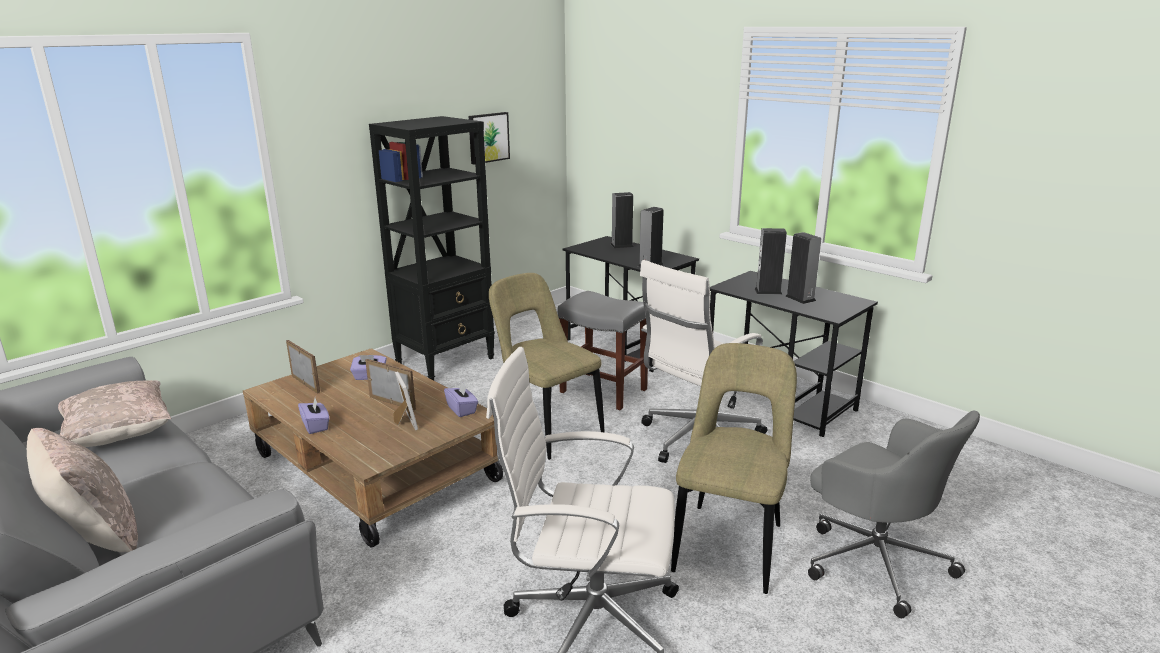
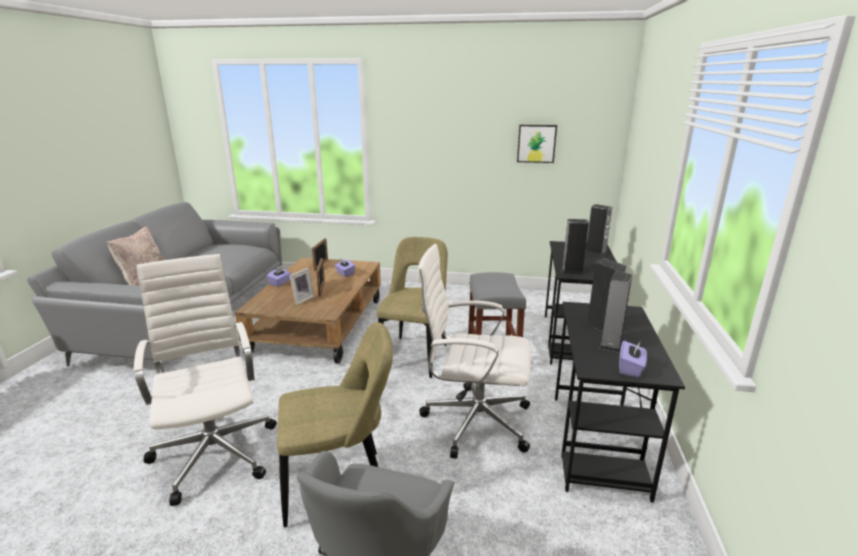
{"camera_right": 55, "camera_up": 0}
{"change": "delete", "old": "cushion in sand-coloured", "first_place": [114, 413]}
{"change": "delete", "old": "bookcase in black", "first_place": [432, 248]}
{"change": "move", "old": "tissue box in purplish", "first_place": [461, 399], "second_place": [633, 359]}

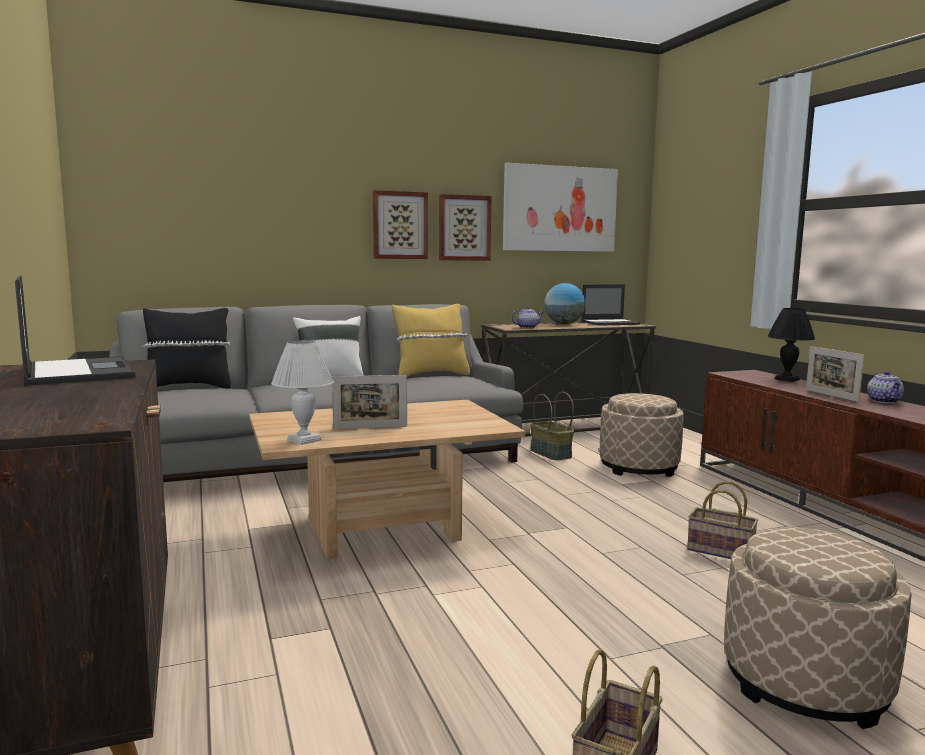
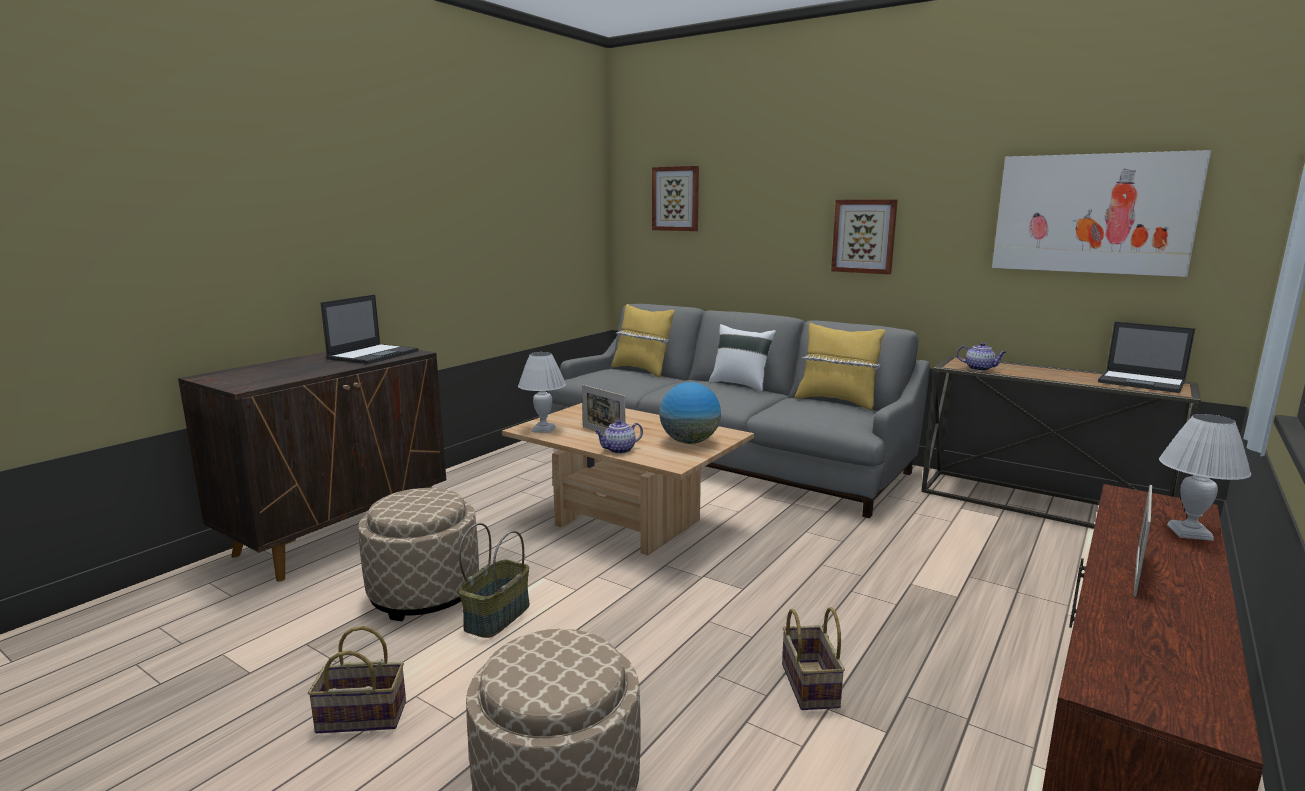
{"camera_right": 55, "camera_up": 5}
{"change": "move", "old": "picture", "first_place": [465, 227], "second_place": [675, 198]}
{"change": "move", "old": "household basket", "first_place": [552, 426], "second_place": [494, 580]}
{"change": "move", "old": "desk globe", "first_place": [564, 303], "second_place": [690, 413]}
{"change": "move", "old": "footrest in sand-coloured", "first_place": [642, 435], "second_place": [418, 554]}
{"change": "move", "old": "teapot", "first_place": [885, 387], "second_place": [619, 437]}
{"change": "recolor", "old": "cushion in black", "new": "cushion in yellow-coloured", "first_place": [186, 348], "second_place": [643, 340]}
{"change": "recolor", "old": "table lamp in black", "new": "table lamp in white-coloured", "first_place": [791, 345], "second_place": [1205, 477]}

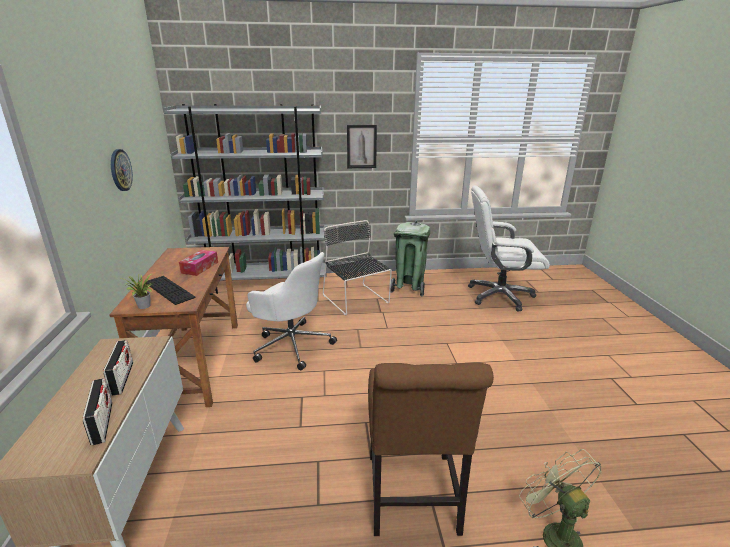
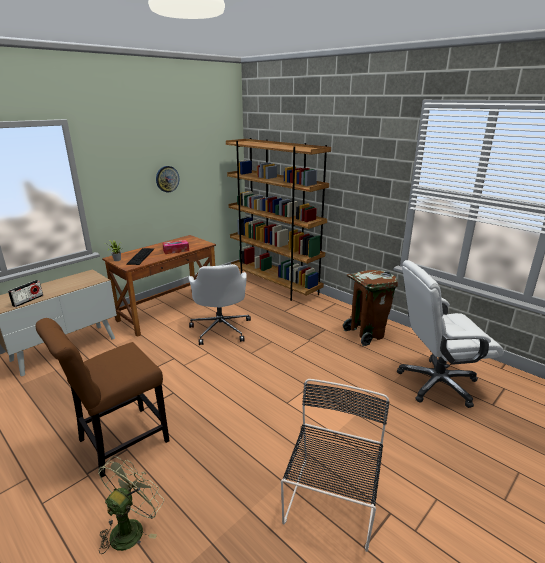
{"camera_right": 50, "camera_up": 0}
{"change": "delete", "old": "radio", "first_place": [118, 368]}
{"change": "delete", "old": "picture", "first_place": [362, 146]}
{"change": "move", "old": "upright chair in black", "first_place": [357, 267], "second_place": [335, 465]}
{"change": "recolor", "old": "bookcase in greyish", "new": "bookcase in brown-coloured", "first_place": [244, 199], "second_place": [278, 219]}
{"change": "recolor", "old": "trash can in green", "new": "trash can in brown-coloured", "first_place": [410, 258], "second_place": [370, 308]}
{"change": "rotate", "old": "computer chair in white-coloured", "first_place": [509, 248], "second_place": [450, 334], "degrees": -60}

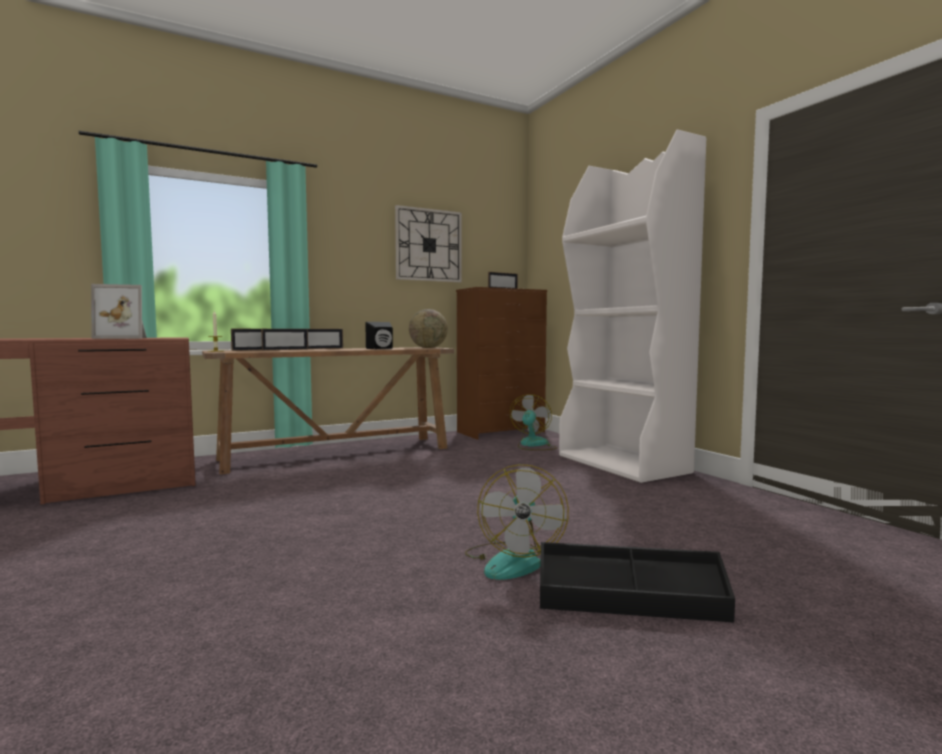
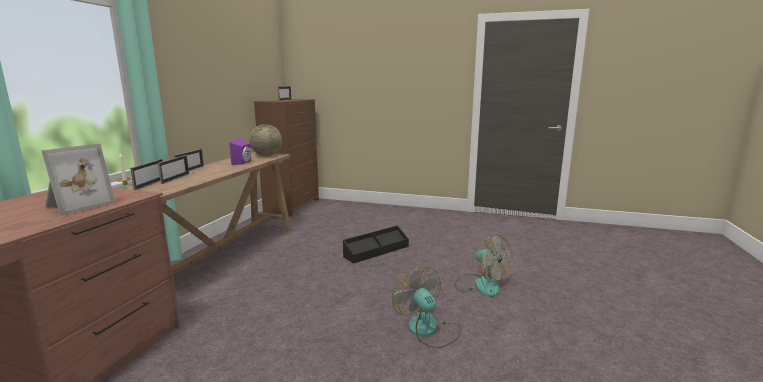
{"camera_right": -45, "camera_up": 10}
{"change": "delete", "old": "hanging clock", "first_place": [428, 243]}
{"change": "delete", "old": "bookcase in white-coloured", "first_place": [632, 306]}
{"change": "move", "old": "electric fan", "first_place": [534, 422], "second_place": [427, 307]}
{"change": "move", "old": "storage box in black", "first_place": [637, 582], "second_place": [376, 244]}
{"change": "recolor", "old": "speaker in black", "new": "speaker in purplish", "first_place": [379, 335], "second_place": [240, 152]}

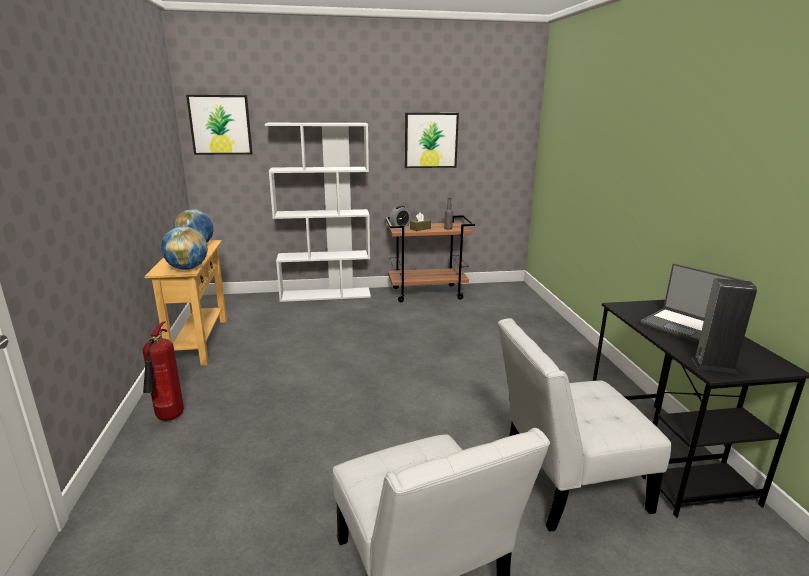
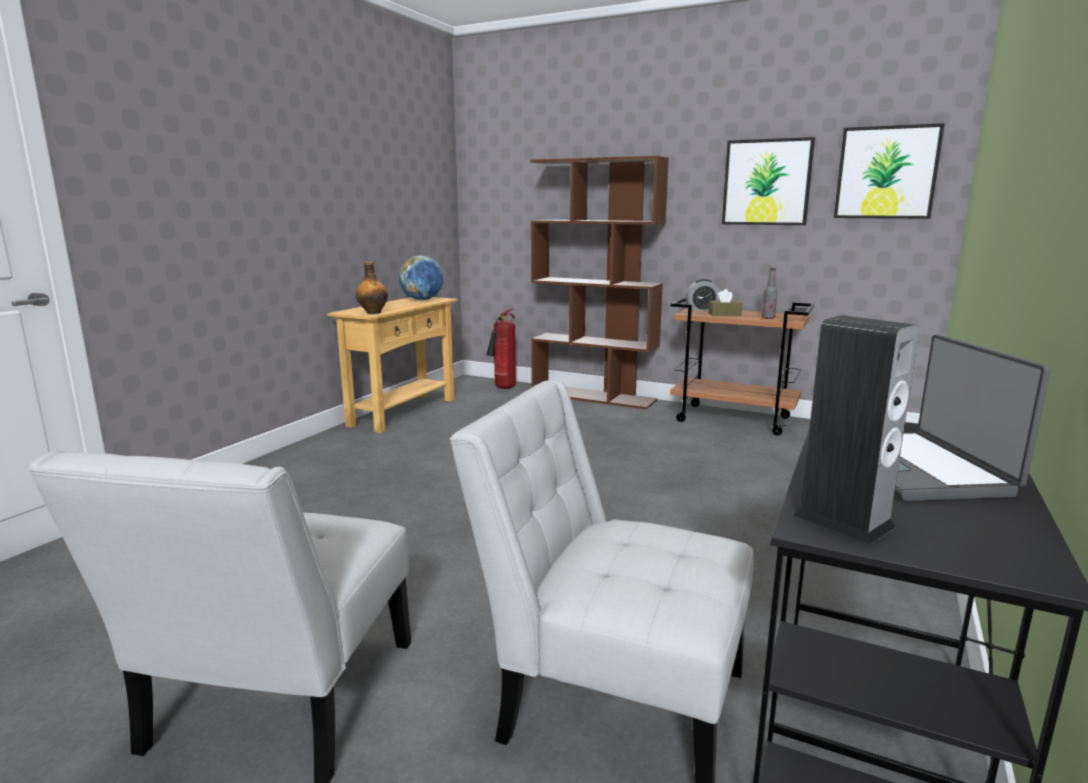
{"camera_right": 35, "camera_up": -5}
{"change": "move", "old": "extinguisher", "first_place": [163, 371], "second_place": [501, 349]}
{"change": "move", "old": "picture", "first_place": [219, 125], "second_place": [889, 171]}
{"change": "replace", "old": "desk globe", "new": "bottle", "first_place": [184, 248], "second_place": [372, 288]}
{"change": "recolor", "old": "bookcase in white-coloured", "new": "bookcase in brown-coloured", "first_place": [318, 212], "second_place": [599, 283]}

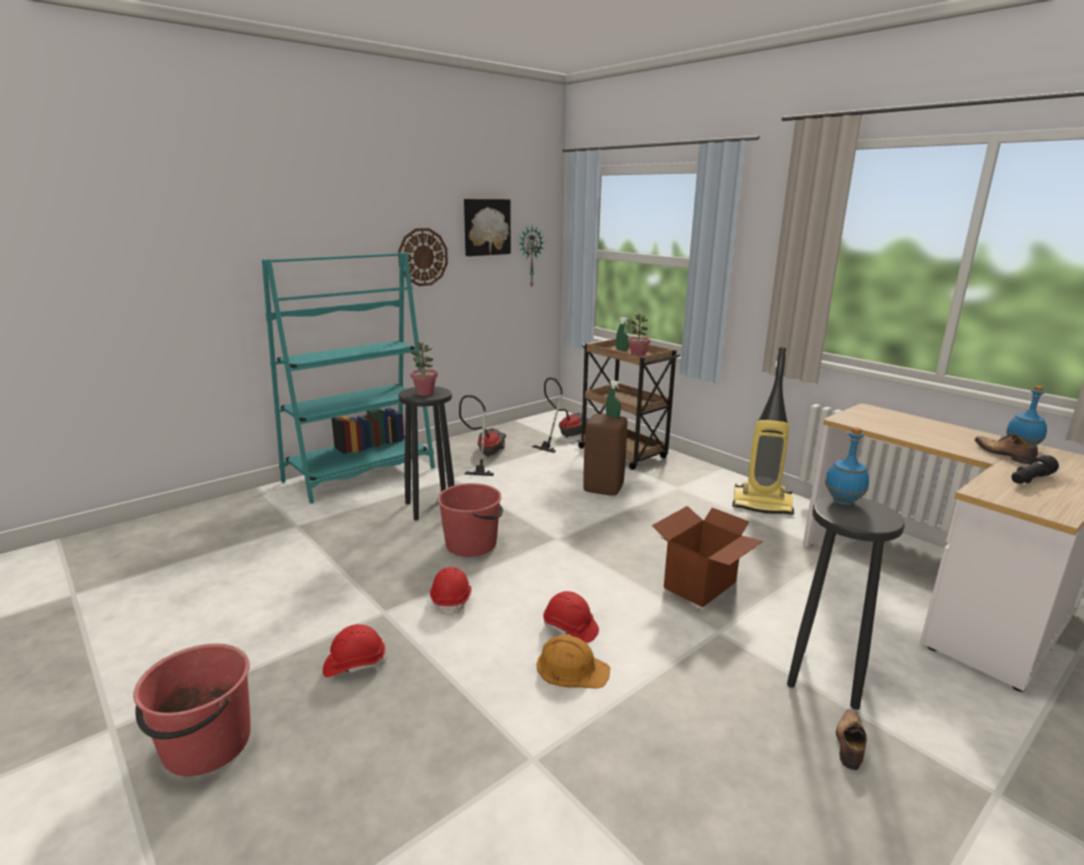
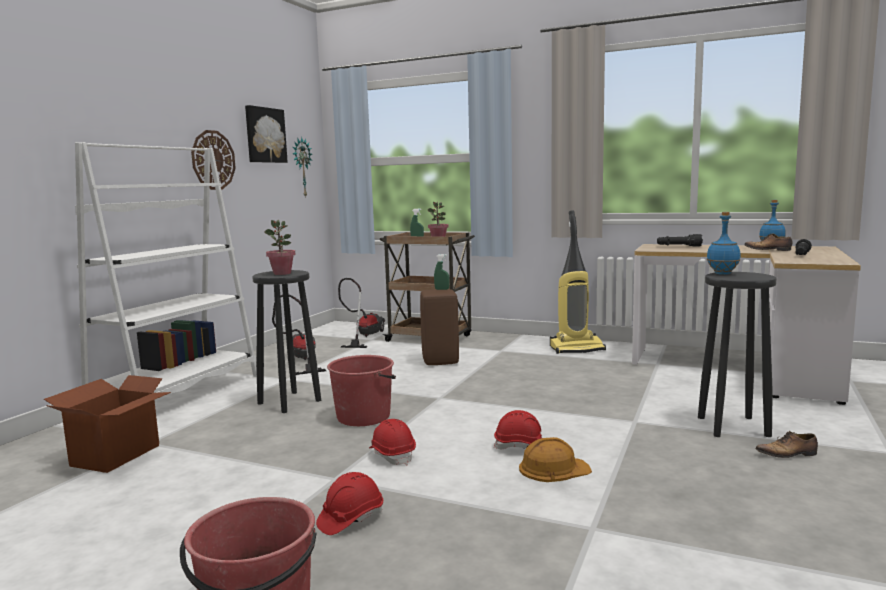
{"camera_right": -25, "camera_up": -10}
{"change": "insert", "new": "torch in black", "second_place": [680, 240]}
{"change": "move", "old": "carton", "first_place": [707, 556], "second_place": [107, 424]}
{"change": "recolor", "old": "bookcase in turquoise-coloured", "new": "bookcase in white-coloured", "first_place": [348, 378], "second_place": [166, 267]}
{"change": "rotate", "old": "item of footwear", "first_place": [851, 739], "second_place": [786, 444], "degrees": -90}

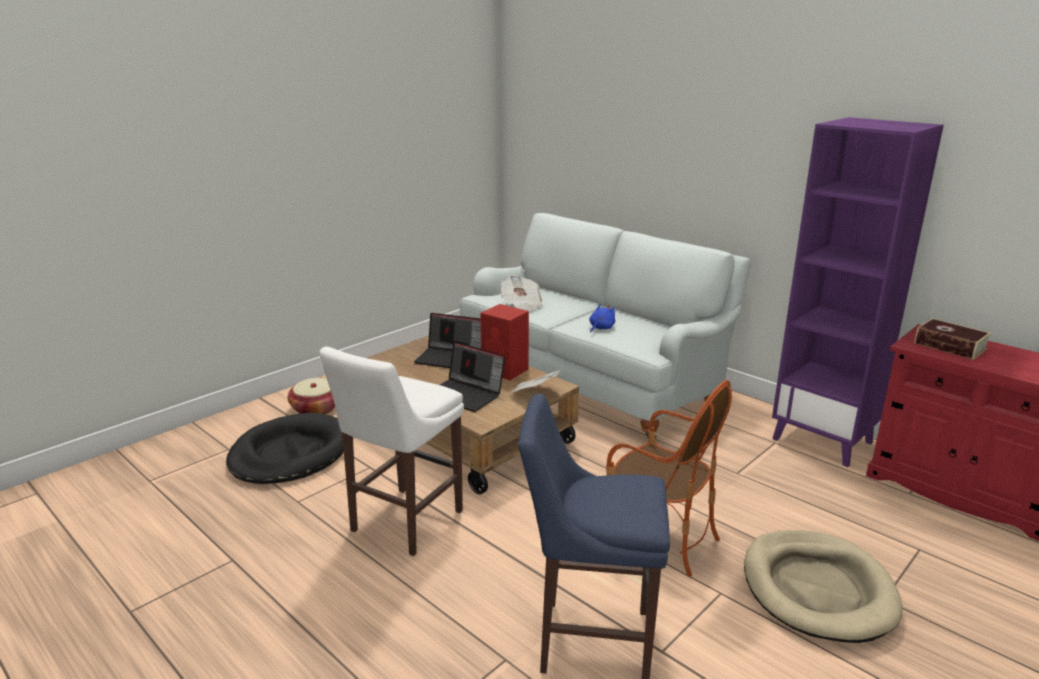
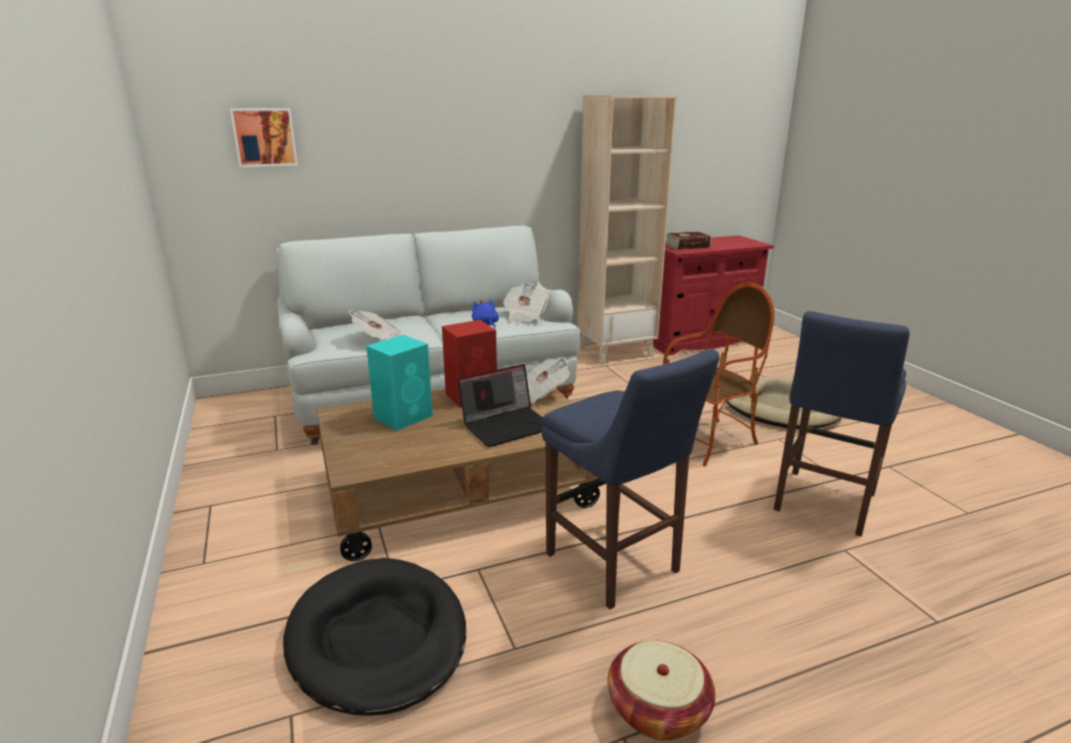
{"camera_right": -65, "camera_up": 0}
{"change": "insert", "new": "picture", "second_place": [264, 137]}
{"change": "insert", "new": "daily paper", "second_place": [526, 303]}
{"change": "move", "old": "household basket", "first_place": [311, 396], "second_place": [661, 690]}
{"change": "replace", "old": "notebook computer", "new": "speaker in turquoise-coloured", "first_place": [447, 340], "second_place": [399, 383]}
{"change": "recolor", "old": "sitting stool in white-coloured", "new": "sitting stool in blue-coloured", "first_place": [391, 451], "second_place": [630, 479]}
{"change": "recolor", "old": "bookcase in purplish", "new": "bookcase in sand-coloured", "first_place": [858, 292], "second_place": [627, 230]}

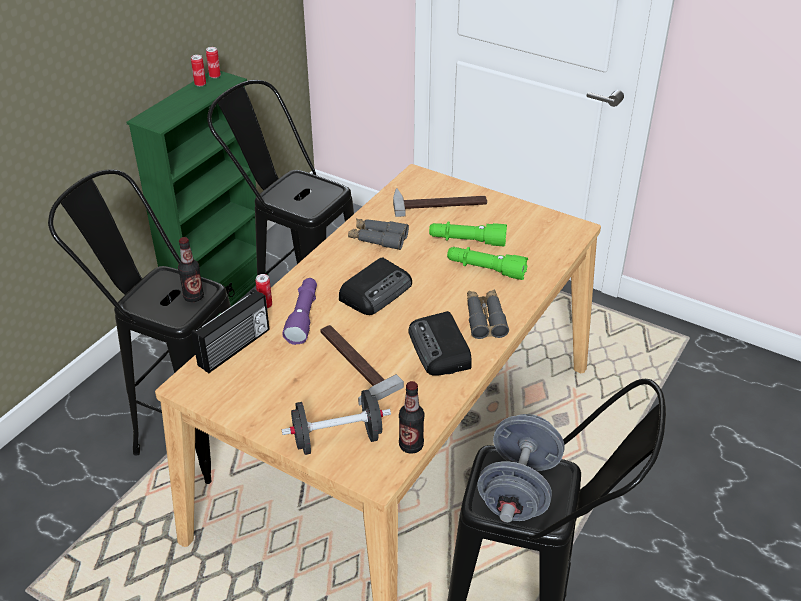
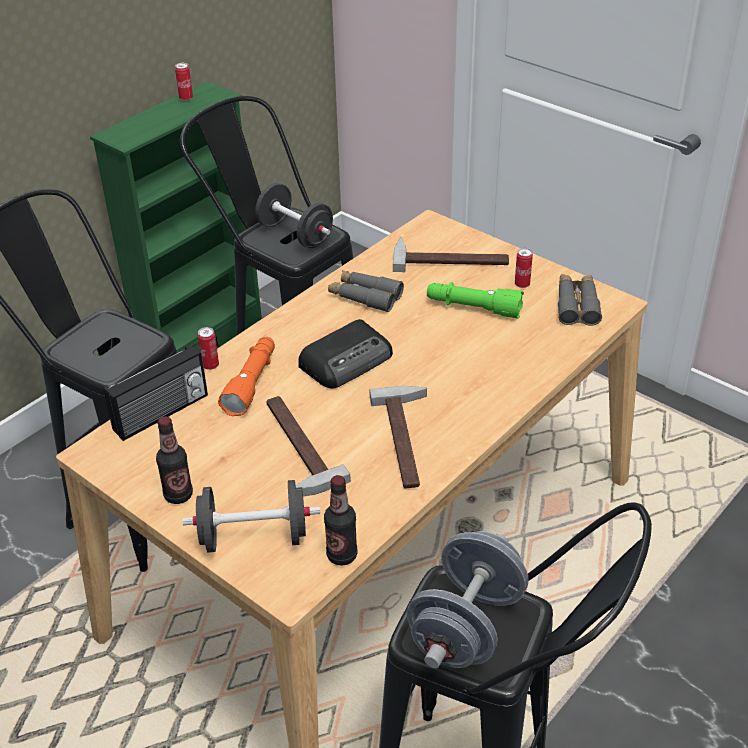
{"camera_right": 10, "camera_up": 0}
{"change": "delete", "old": "torch in green", "first_place": [487, 263]}
{"change": "insert", "new": "dumbbell in black", "second_place": [294, 215]}
{"change": "move", "old": "bottle", "first_place": [191, 269], "second_place": [174, 460]}
{"change": "move", "old": "sealed can", "first_place": [213, 62], "second_place": [524, 268]}
{"change": "move", "old": "pair of binoculars in greyish", "first_place": [488, 314], "second_place": [580, 300]}
{"change": "replace", "old": "radio", "new": "hand hammer", "first_place": [440, 343], "second_place": [398, 437]}
{"change": "recolor", "old": "torch in purplish", "new": "torch in orange-coloured", "first_place": [299, 311], "second_place": [246, 376]}

